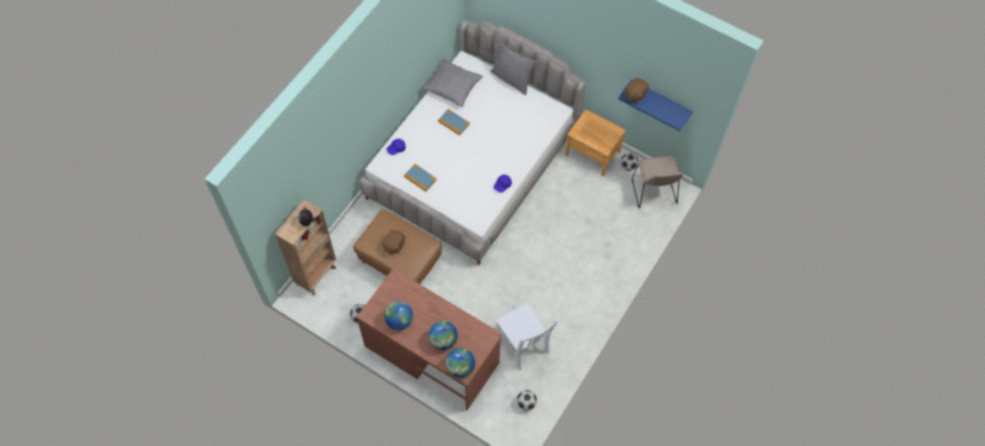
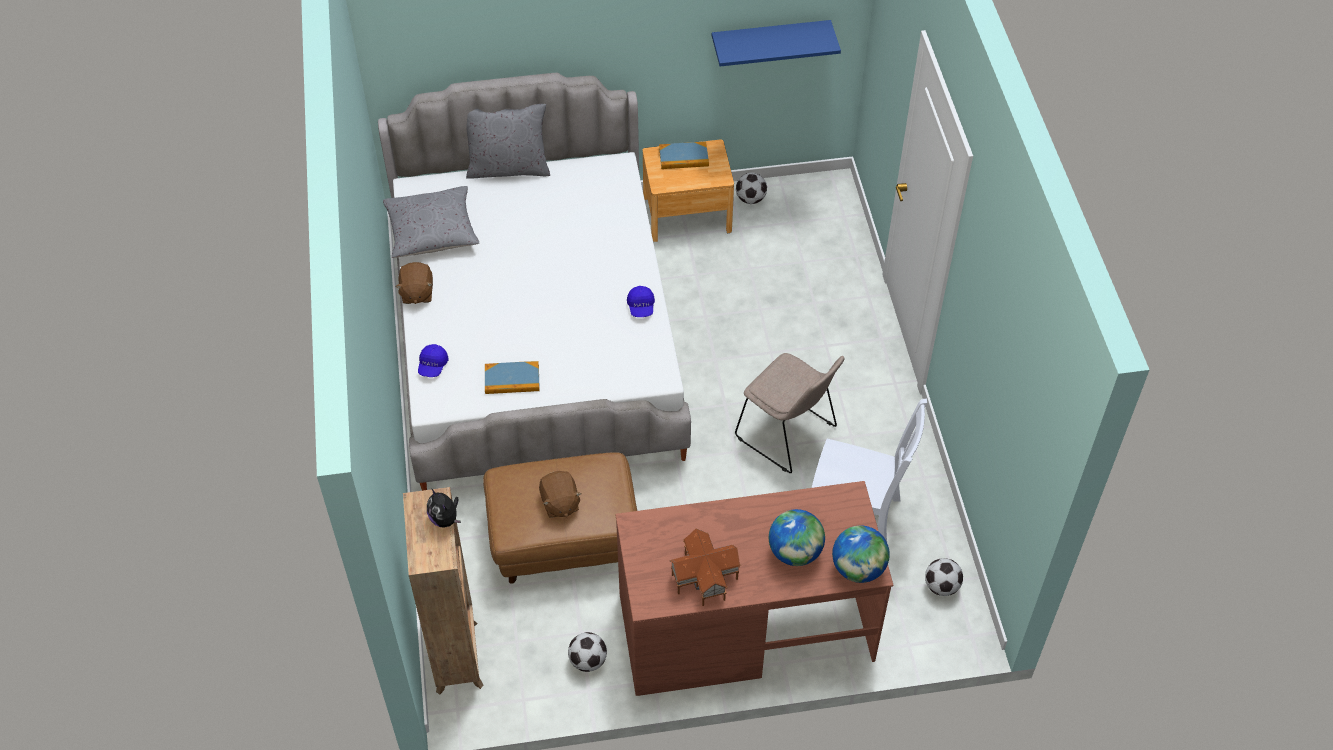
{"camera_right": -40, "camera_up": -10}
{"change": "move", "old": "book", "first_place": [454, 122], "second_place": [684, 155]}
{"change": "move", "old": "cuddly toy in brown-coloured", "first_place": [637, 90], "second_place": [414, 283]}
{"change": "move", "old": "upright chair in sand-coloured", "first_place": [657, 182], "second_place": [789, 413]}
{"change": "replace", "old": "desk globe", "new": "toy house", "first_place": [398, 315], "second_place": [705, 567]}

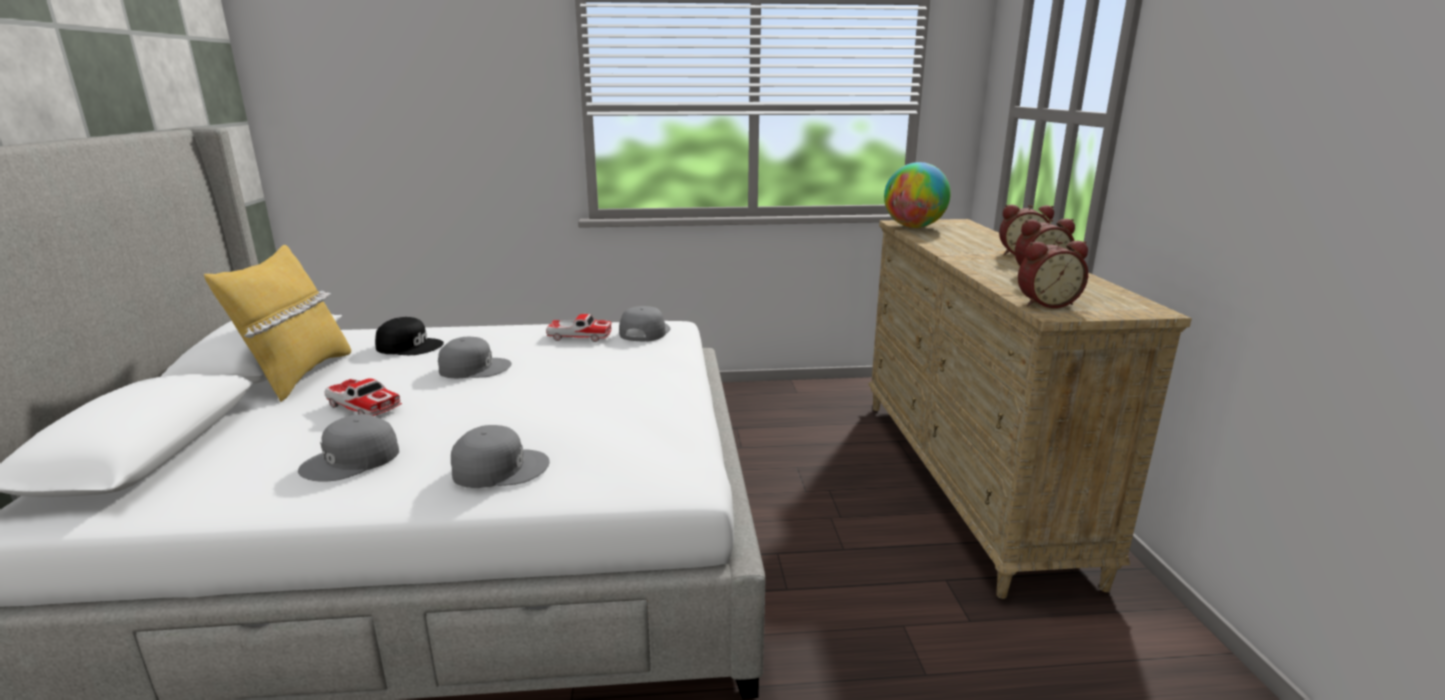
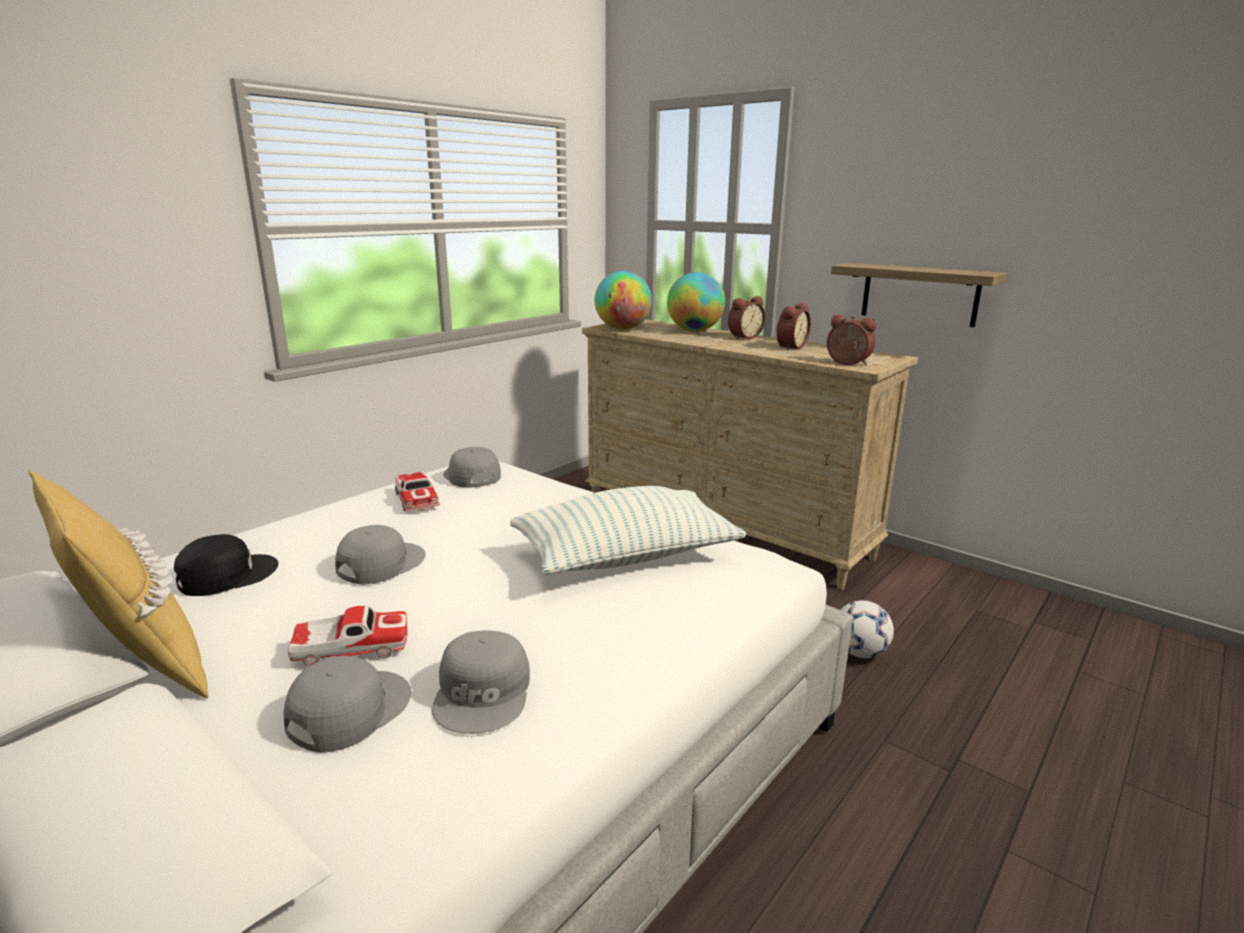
{"camera_right": -45, "camera_up": 0}
{"change": "insert", "new": "cushion", "second_place": [628, 530]}
{"change": "insert", "new": "desk globe", "second_place": [696, 302]}
{"change": "insert", "new": "bracket shelf", "second_place": [919, 295]}
{"change": "insert", "new": "ball for football", "second_place": [867, 629]}
{"change": "move", "old": "baseball cap in greyish", "first_place": [500, 456], "second_place": [347, 704]}
{"change": "rotate", "old": "toy car", "first_place": [579, 328], "second_place": [417, 491], "degrees": 105}
{"change": "rotate", "old": "bedside clock", "first_place": [1053, 274], "second_place": [851, 339], "degrees": -90}

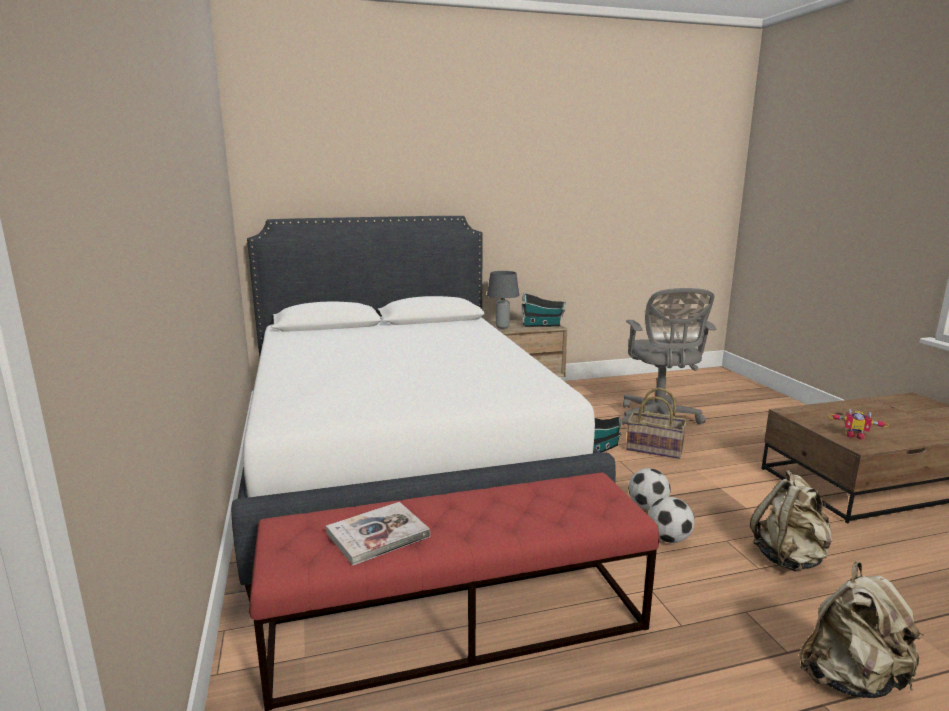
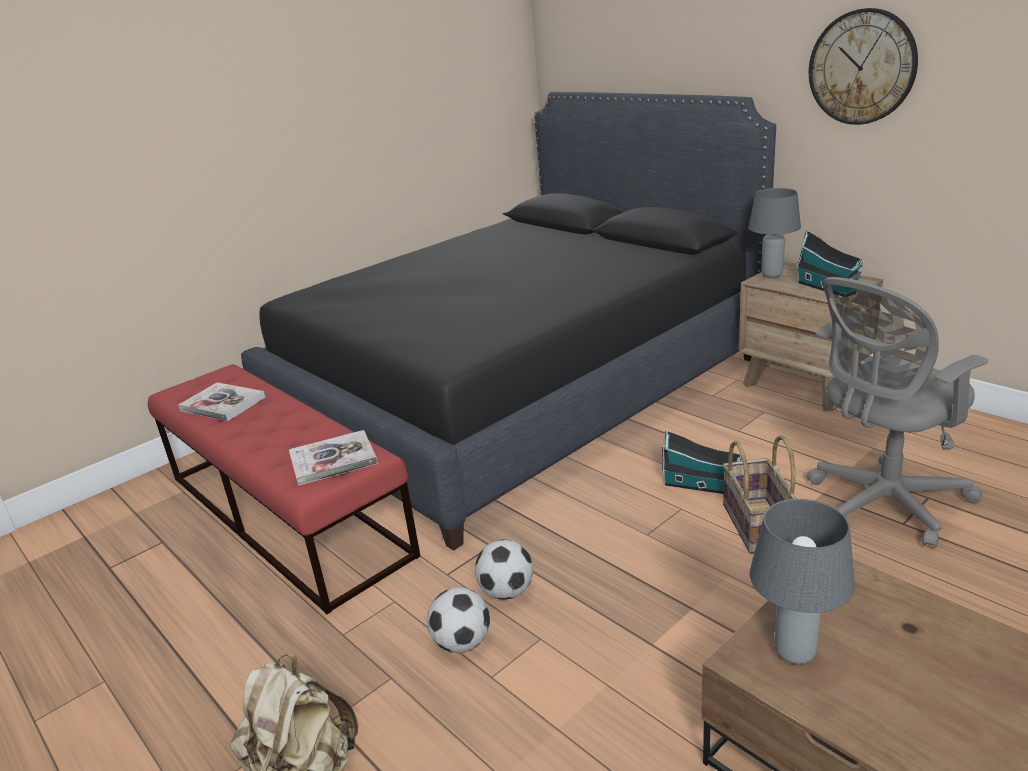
{"camera_right": 65, "camera_up": 10}
{"change": "delete", "old": "rucksack in sand-coloured", "first_place": [791, 521]}
{"change": "insert", "new": "book", "second_place": [333, 458]}
{"change": "insert", "new": "hanging clock", "second_place": [863, 66]}
{"change": "move", "old": "ball for football", "first_place": [649, 489], "second_place": [458, 620]}
{"change": "replace", "old": "model robot", "new": "table lamp in greyish", "first_place": [859, 424], "second_place": [802, 581]}
{"change": "recolor", "old": "sleeping bed in white-coloured", "new": "sleeping bed in black", "first_place": [423, 409], "second_place": [508, 321]}

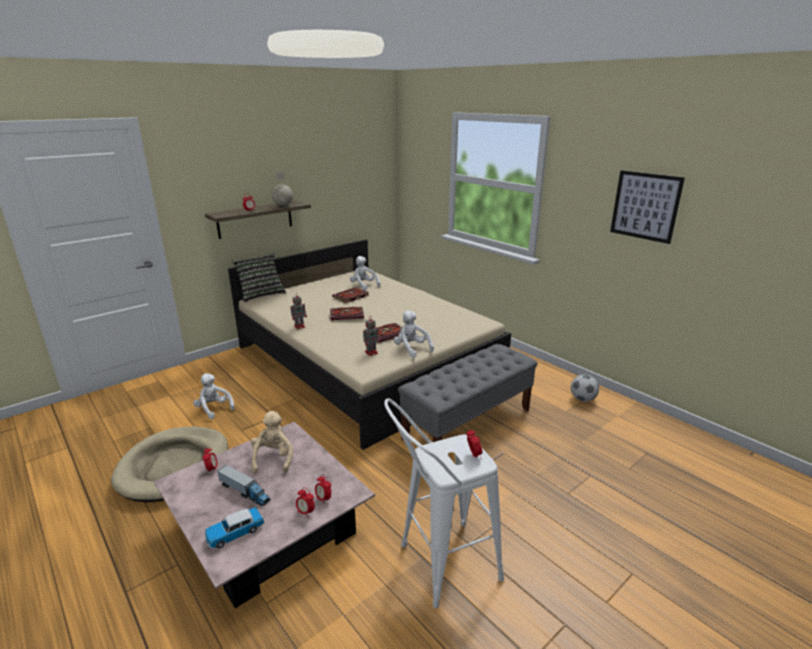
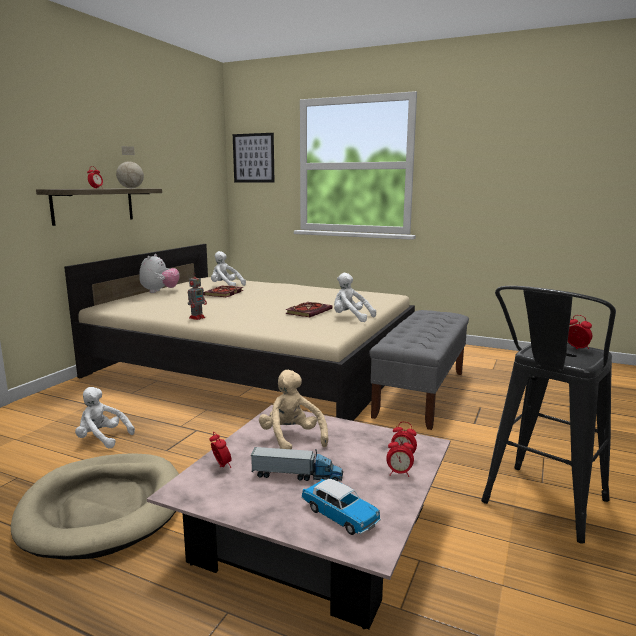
{"camera_right": -25, "camera_up": -10}
{"change": "delete", "old": "cushion", "first_place": [259, 277]}
{"change": "delete", "old": "book", "first_place": [347, 313]}
{"change": "delete", "old": "model robot", "first_place": [371, 337]}
{"change": "delete", "old": "ball for football", "first_place": [585, 388]}
{"change": "insert", "new": "cuddly toy", "second_place": [159, 273]}
{"change": "move", "old": "picture", "first_place": [647, 207], "second_place": [253, 157]}
{"change": "recolor", "old": "sitting stool in white-coloured", "new": "sitting stool in black", "first_place": [444, 503], "second_place": [548, 414]}
{"change": "rotate", "old": "toy car", "first_place": [234, 528], "second_place": [341, 507], "degrees": -75}

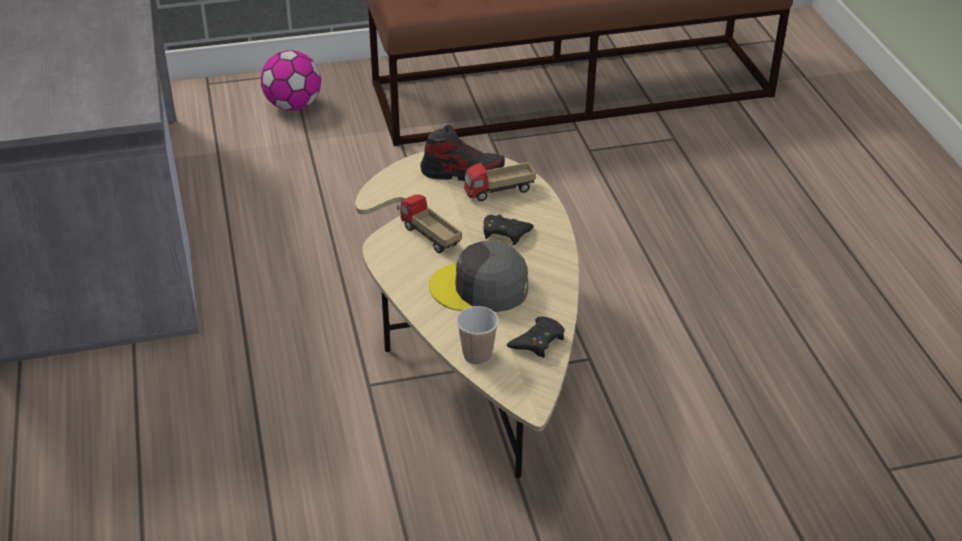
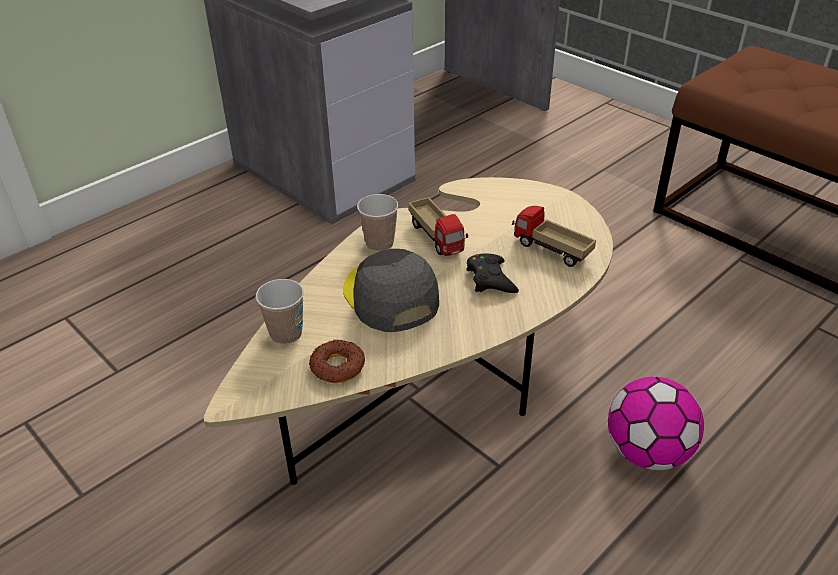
{"camera_right": 60, "camera_up": 0}
{"change": "delete", "old": "item of footwear", "first_place": [462, 153]}
{"change": "insert", "new": "drinking cup", "second_place": [377, 223]}
{"change": "move", "old": "ball for football", "first_place": [291, 80], "second_place": [656, 423]}
{"change": "replace", "old": "gamepad in black", "new": "doughnut", "first_place": [536, 337], "second_place": [337, 361]}
{"change": "rotate", "old": "toy truck", "first_place": [429, 223], "second_place": [438, 226], "degrees": 135}

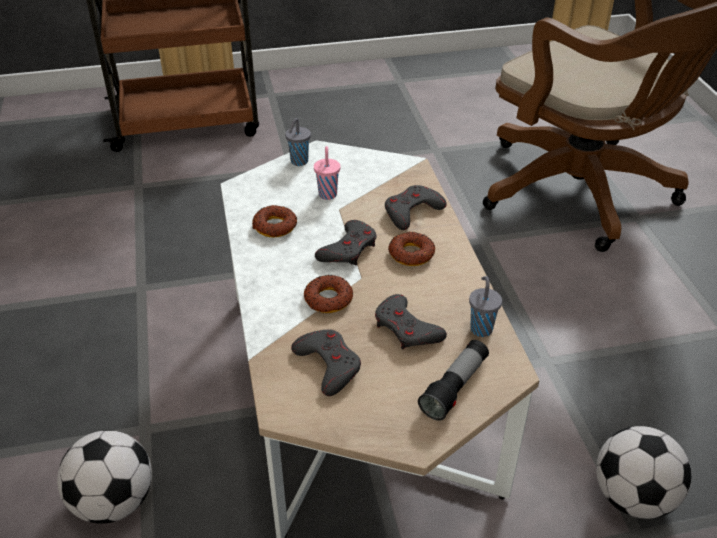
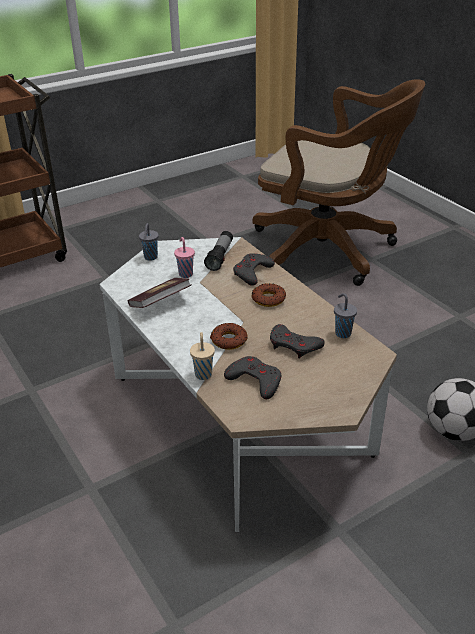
{"camera_right": -20, "camera_up": -5}
{"change": "delete", "old": "ball for football", "first_place": [104, 477]}
{"change": "delete", "old": "gamepad in greyish", "first_place": [346, 243]}
{"change": "insert", "new": "drinking cup in sand-coloured", "second_place": [202, 356]}
{"change": "move", "old": "torch", "first_place": [453, 380], "second_place": [218, 251]}
{"change": "replace", "old": "doughnut", "new": "book", "first_place": [274, 221], "second_place": [159, 293]}

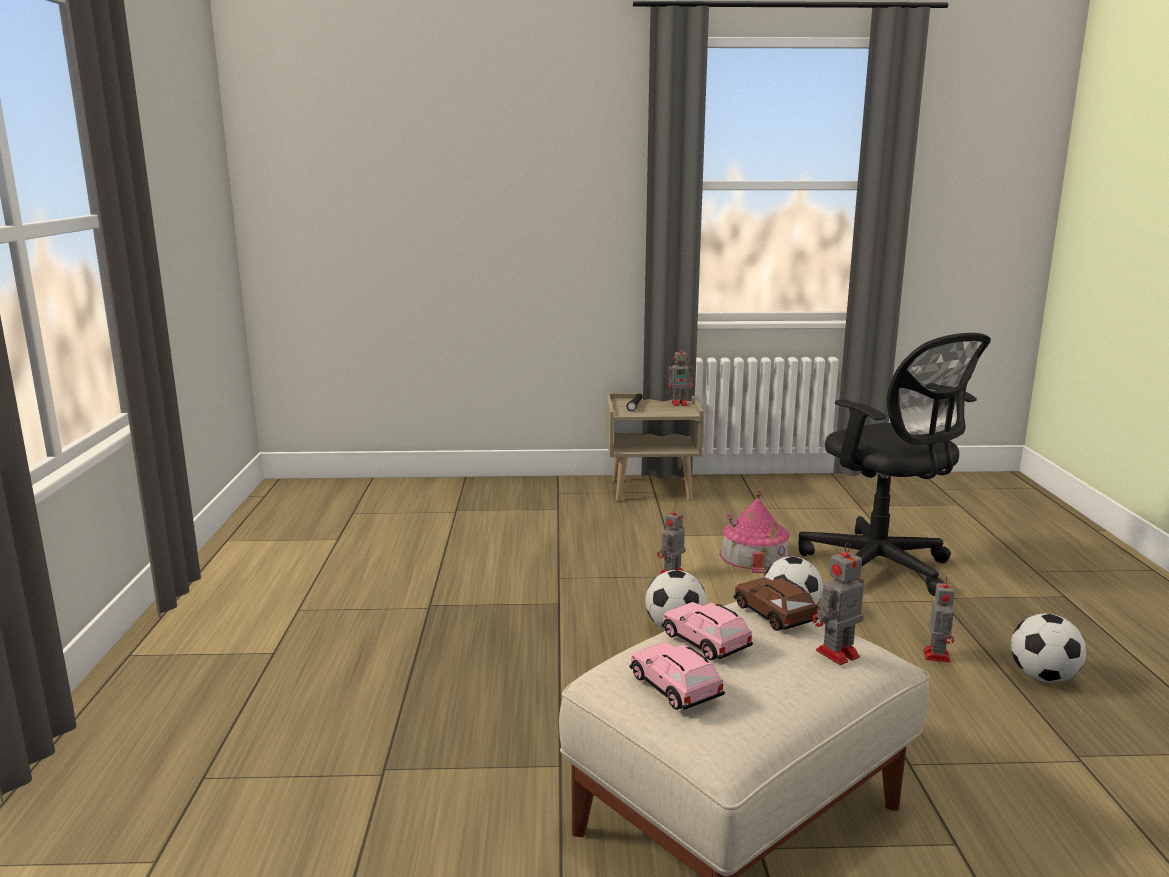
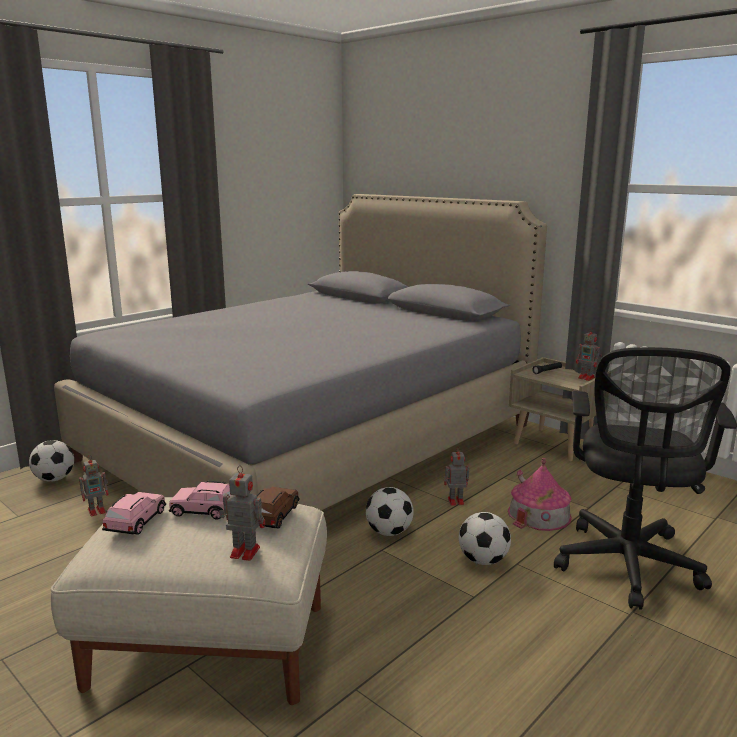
{"camera_right": 45, "camera_up": 0}
{"change": "insert", "new": "sleeping bed in greyish", "second_place": [300, 352]}
{"change": "move", "old": "model robot", "first_place": [939, 620], "second_place": [93, 485]}
{"change": "move", "old": "ball for football", "first_place": [1048, 648], "second_place": [51, 461]}
{"change": "rotate", "old": "toy car in pink-coloured", "first_place": [707, 631], "second_place": [200, 500], "degrees": -90}

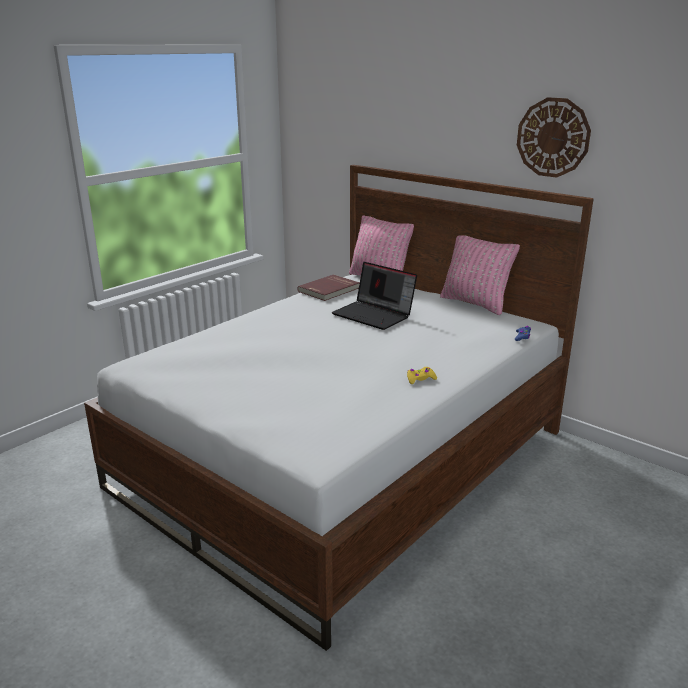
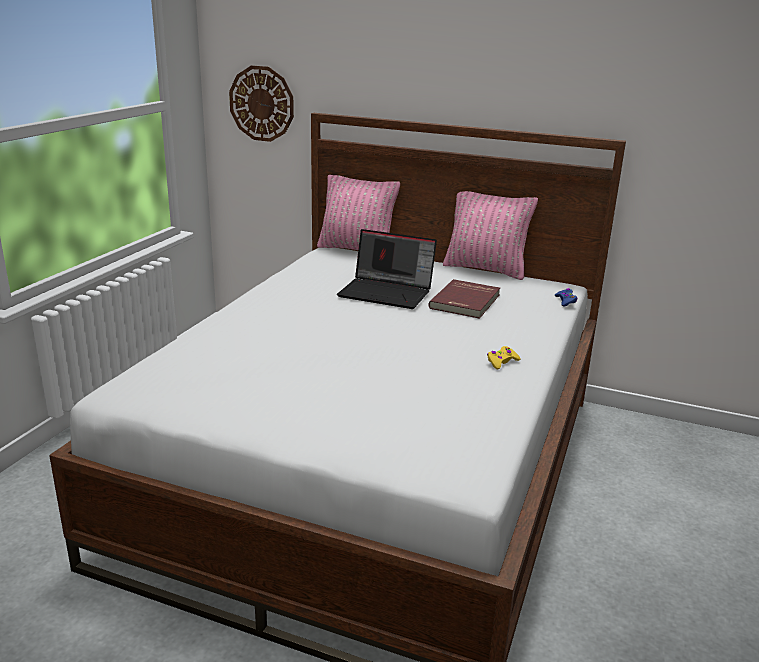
{"camera_right": -20, "camera_up": 0}
{"change": "move", "old": "book in reddish", "first_place": [328, 287], "second_place": [464, 299]}
{"change": "move", "old": "hanging clock", "first_place": [554, 137], "second_place": [261, 104]}

